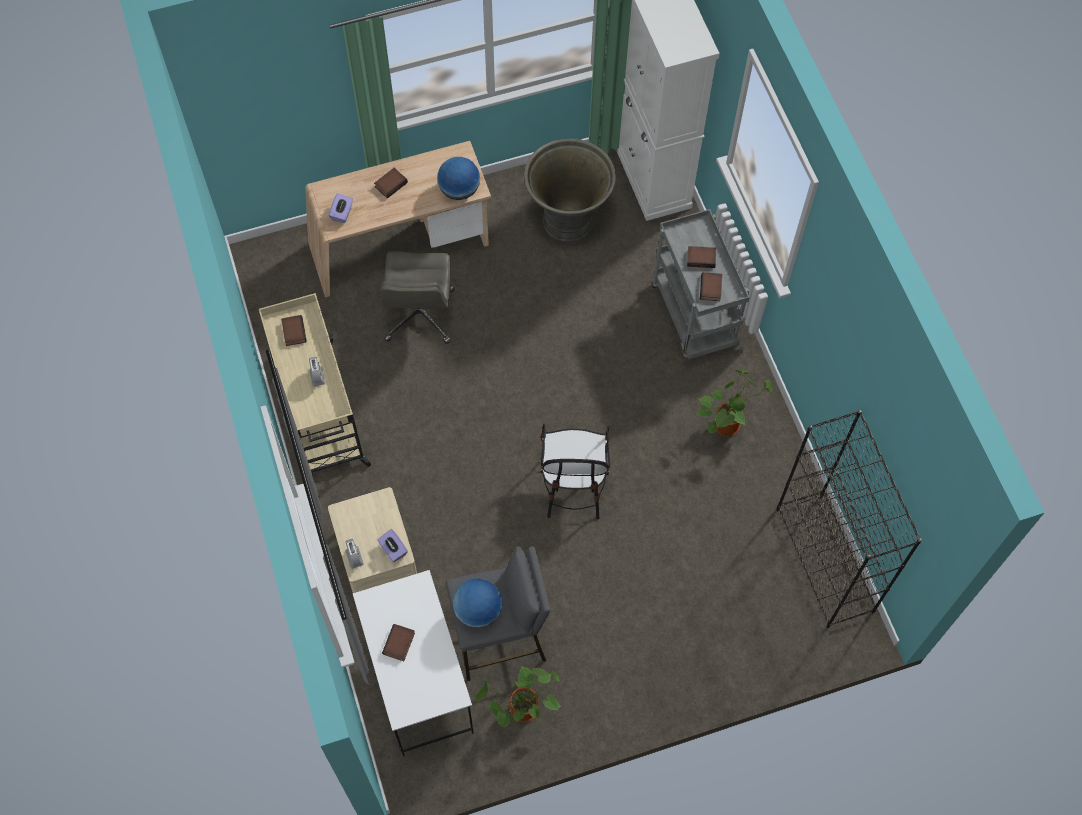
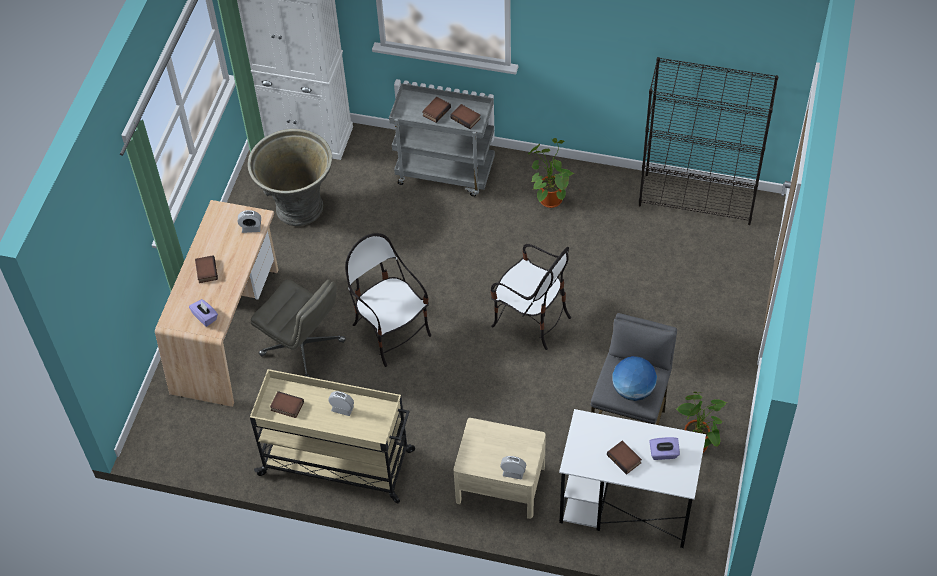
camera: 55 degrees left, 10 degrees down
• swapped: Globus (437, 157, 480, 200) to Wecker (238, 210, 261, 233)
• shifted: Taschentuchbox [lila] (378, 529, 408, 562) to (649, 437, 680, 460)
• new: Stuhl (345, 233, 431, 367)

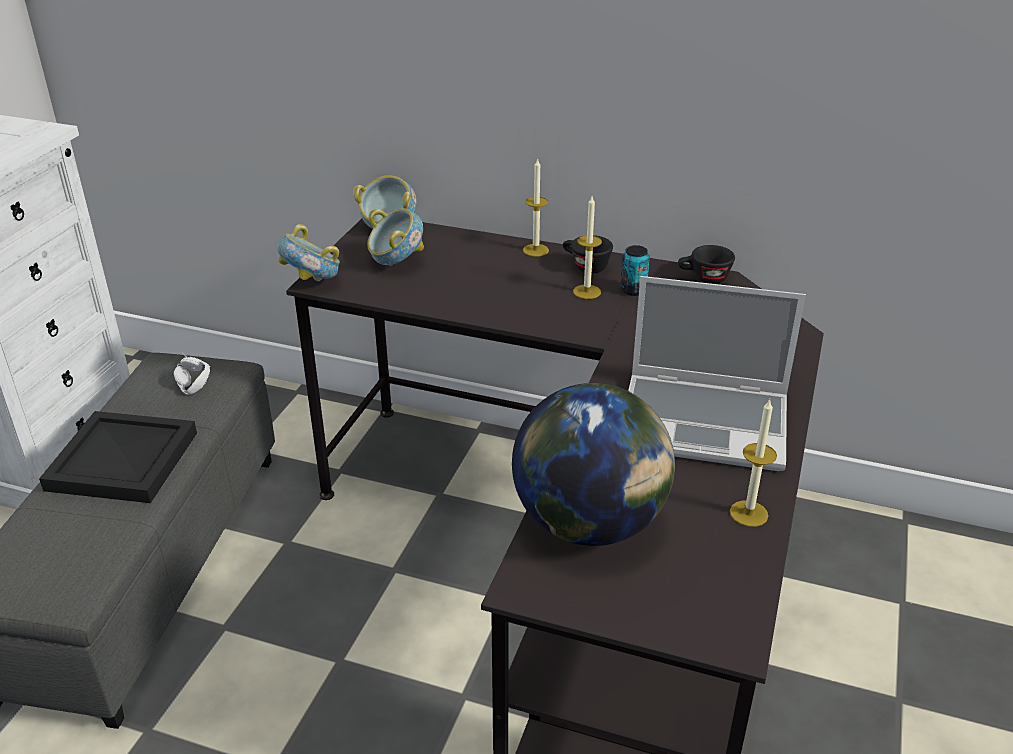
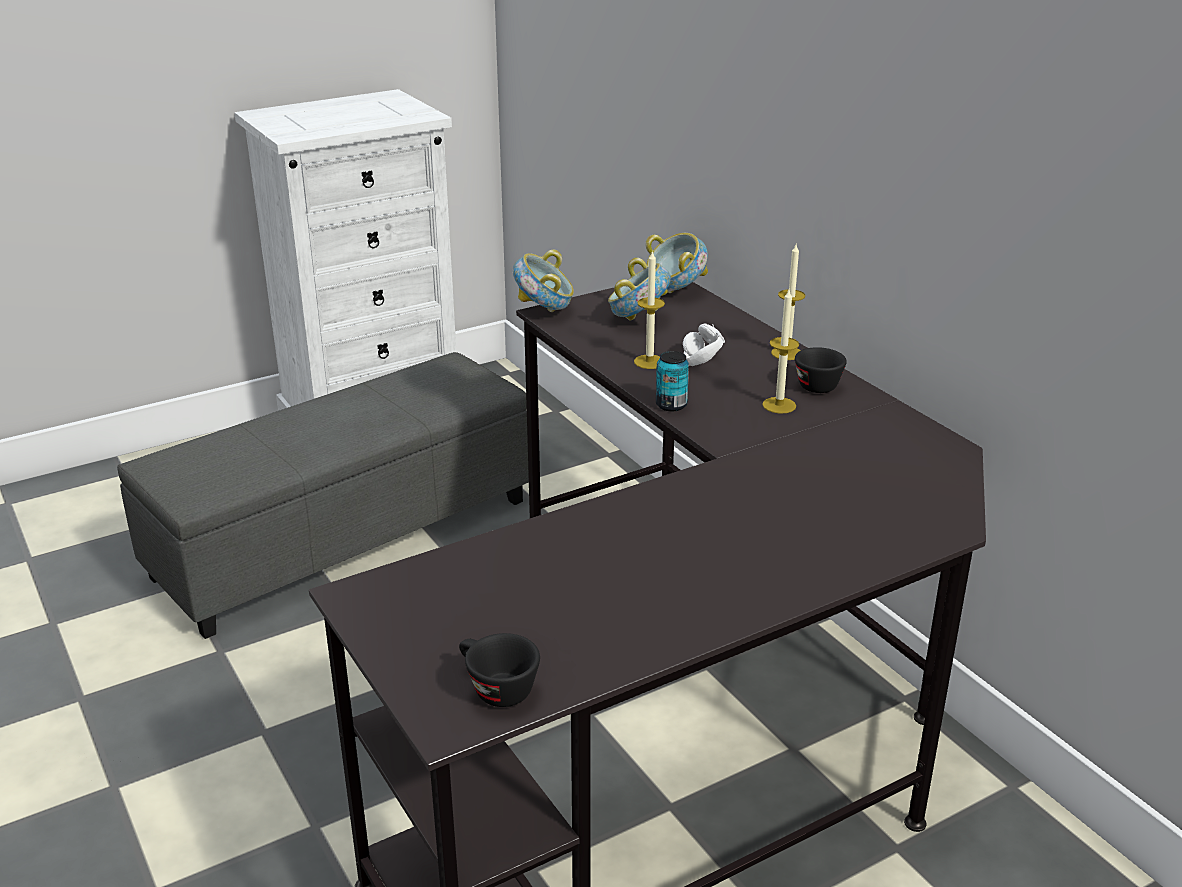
camera: 40 degrees right, 5 degrees down
• shifted: Dose (620, 245, 650, 296) to (656, 351, 689, 412)
• shifted: Tasse [schwarz] (678, 245, 735, 284) to (459, 633, 540, 707)
• gone: Laptop (628, 276, 806, 471)
• shifted: Kopfhörer [weiß] (174, 353, 210, 395) to (683, 323, 725, 366)
• gone: Globus (512, 383, 675, 546)
• shifted: Kerze (730, 399, 777, 527) to (634, 250, 665, 369)
• gone: Tablett [schwarz] (39, 411, 197, 503)

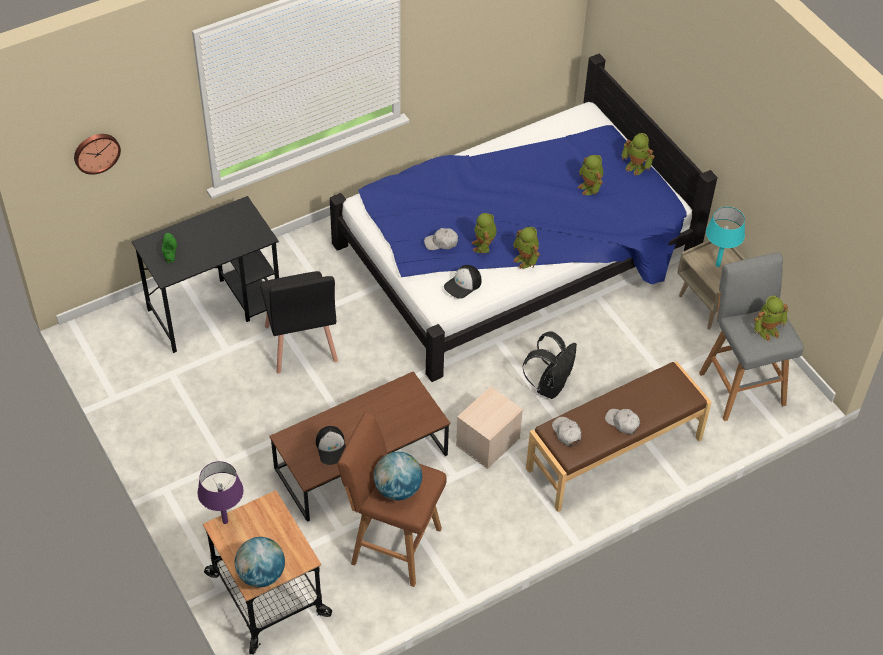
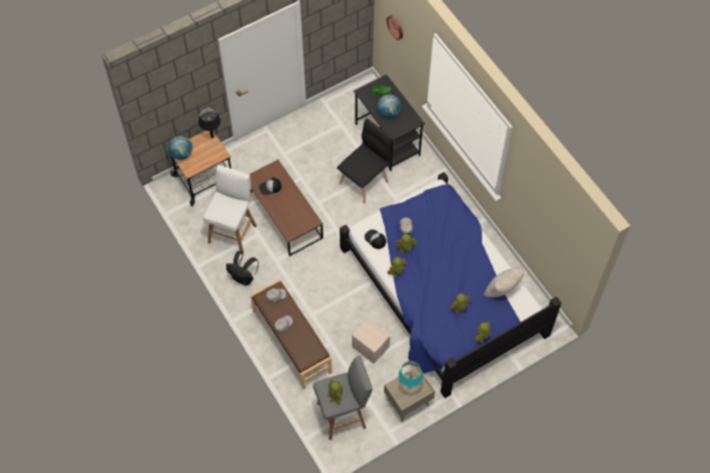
camera: 90 degrees right, 10 degrees up
• rotated: Stuhl [schwarz] (260, 271, 338, 374) = (337, 118, 393, 204) 150 degrees clockwise
• shifted: Rucksack [schwarz] (522, 331, 577, 399) to (226, 251, 259, 286)
• shifted: Aufbewahrungsbox [beige] (456, 386, 523, 469) to (352, 318, 390, 364)
• repainted: Hocker [braun] (338, 412, 446, 587) to Hocker [weiß] (203, 165, 257, 254)
• shifted: Globus (374, 452, 422, 500) to (377, 94, 401, 118)
• repainted: Tischlampe [lila] (197, 461, 244, 524) to Tischlampe [schwarz] (198, 107, 221, 138)
• new: Kissen [beige] (484, 267, 525, 297)

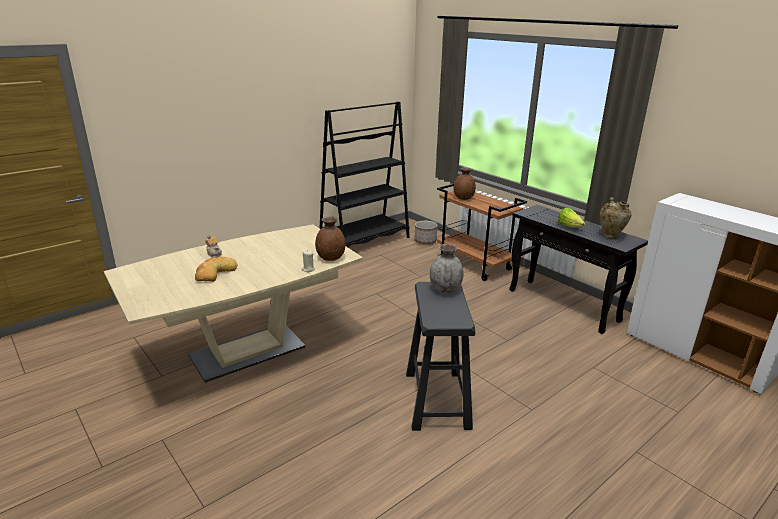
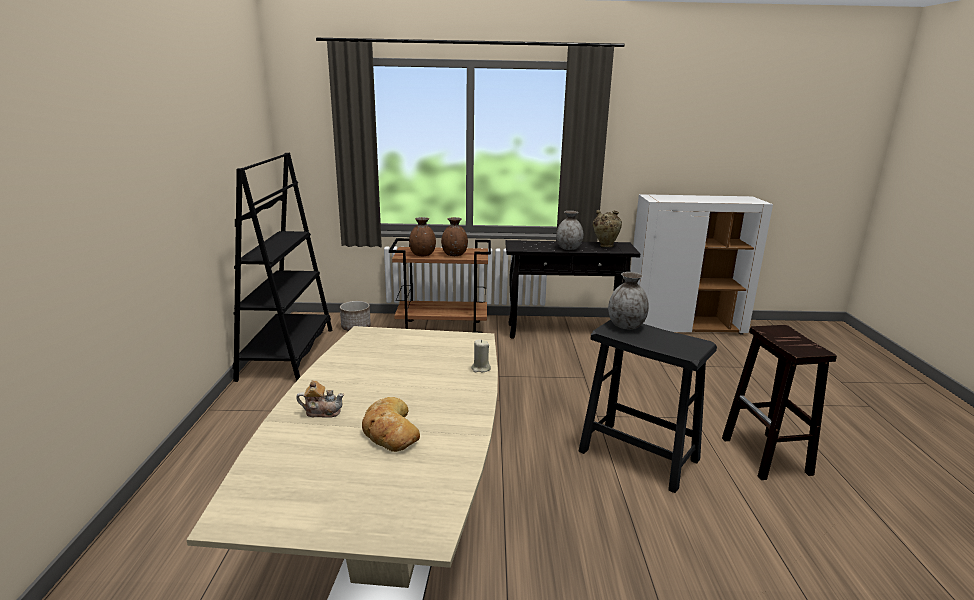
camera: 50 degrees left, 5 degrees down
• swapped: Salatkopf (558, 208, 586, 227) to Vase [grau] (556, 211, 583, 250)
• shifted: Vase [braun] (315, 217, 346, 261) to (441, 217, 468, 256)
• new: Hocker [braun] (722, 325, 837, 480)

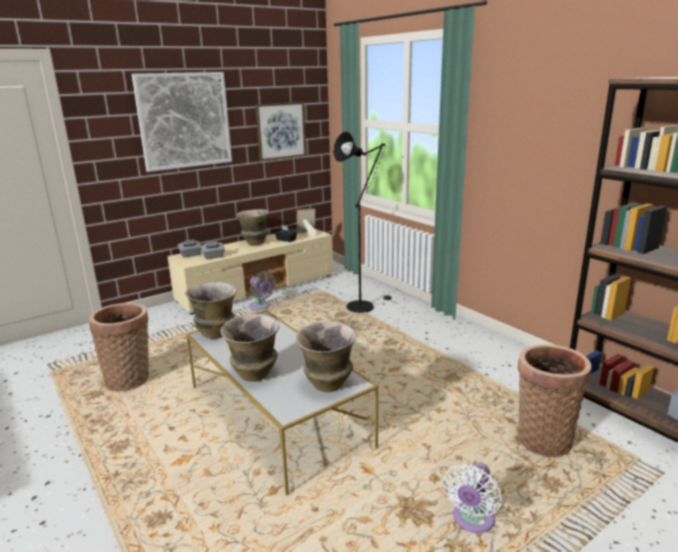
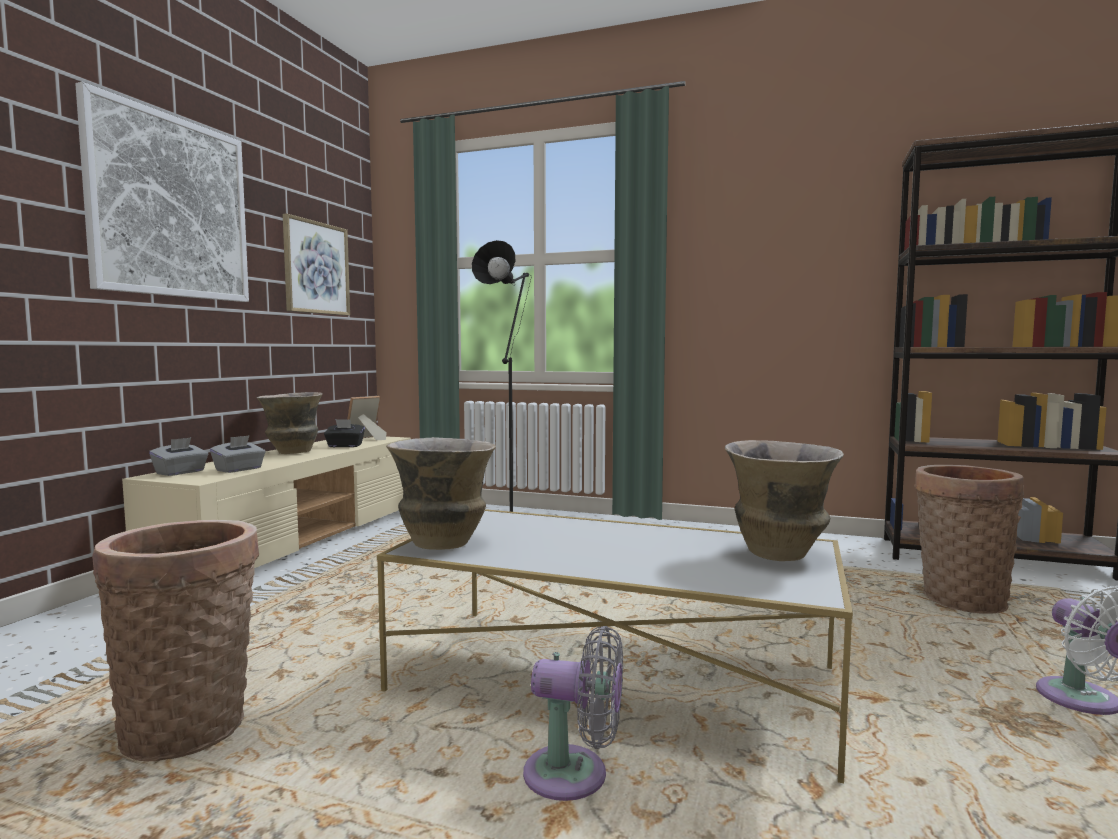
camera: 35 degrees left, 15 degrees down
• shifted: Ventilator [grau] (249, 271, 276, 311) to (523, 626, 623, 801)
• gone: Vase (220, 314, 279, 382)

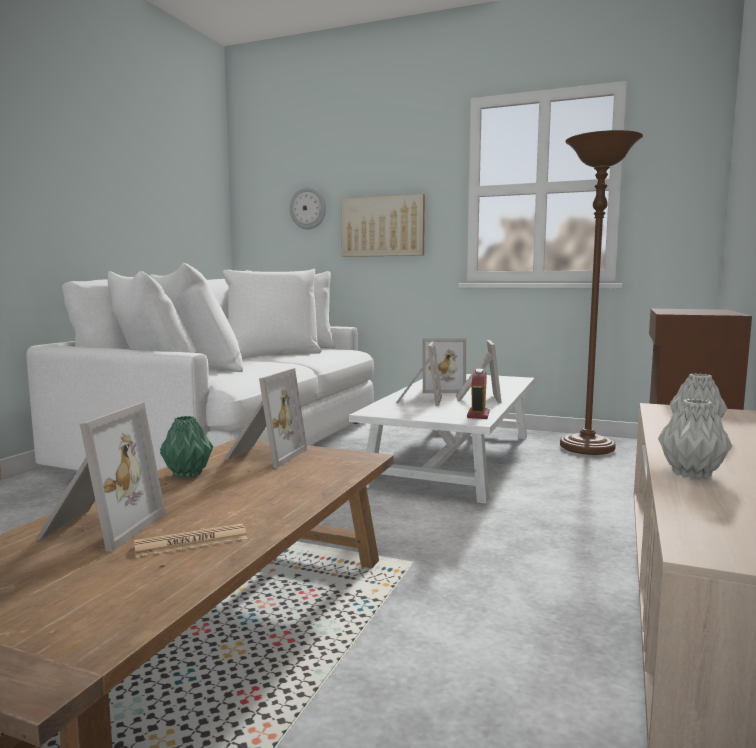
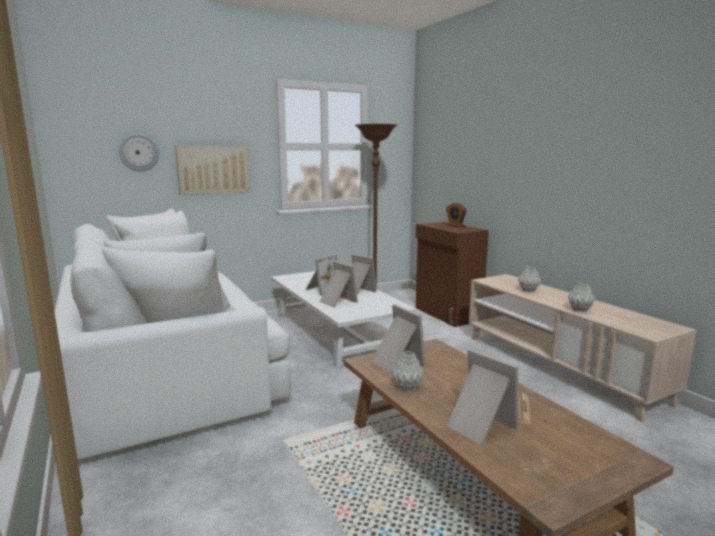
camera: 50 degrees left, 5 degrees up
• shifted: Wecker (467, 369, 490, 419) to (446, 203, 467, 227)
• repainted: Vase [grün] (160, 416, 213, 478) to Vase [grau] (391, 351, 424, 391)

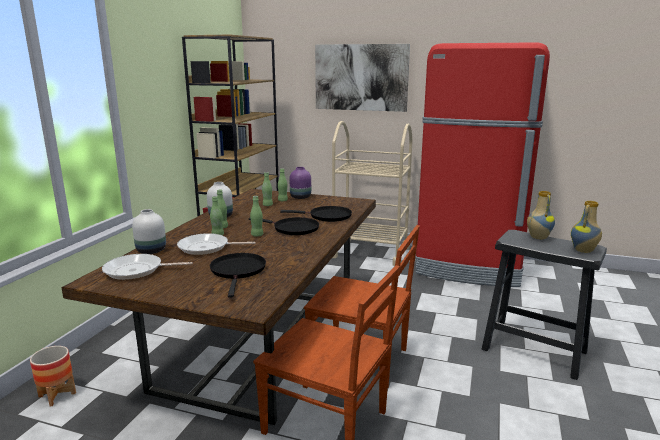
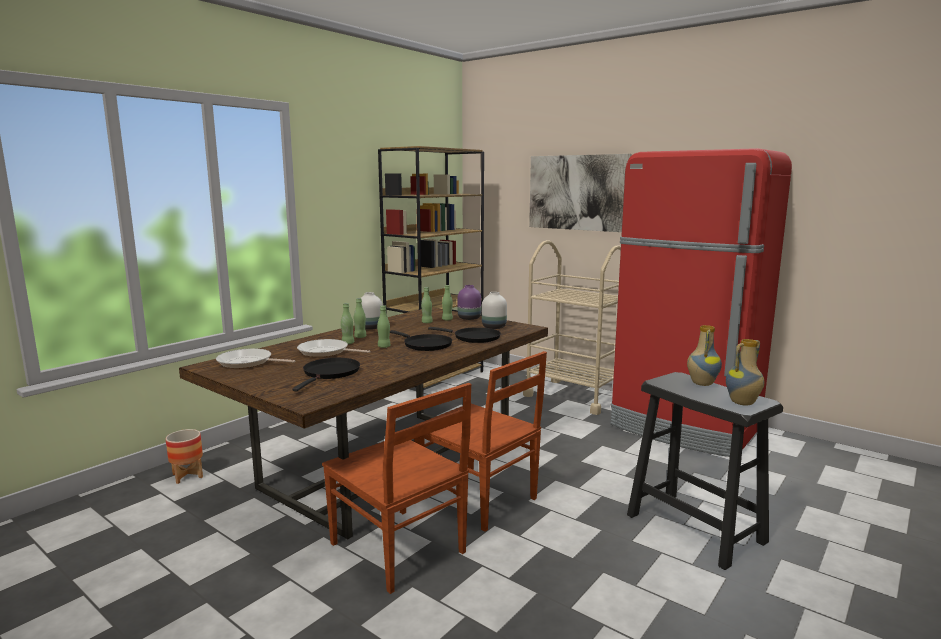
camera: 20 degrees right, 5 degrees down
• shifted: Vase [weiß] (132, 209, 166, 254) to (482, 292, 507, 329)

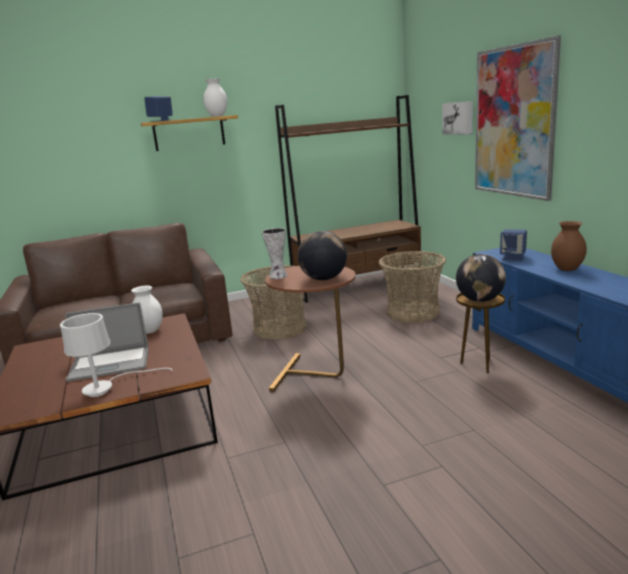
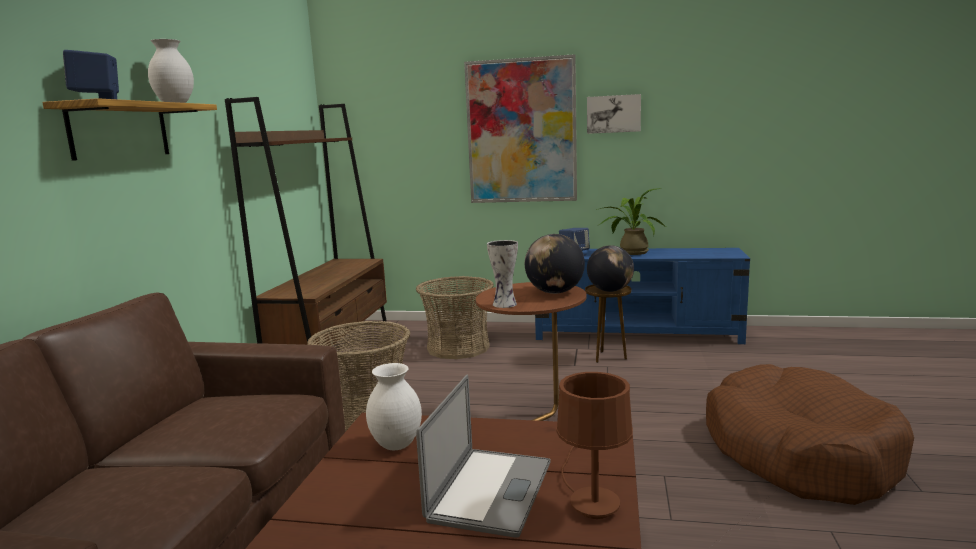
camera: 60 degrees left, 5 degrees down
• shifted: Bild (442, 101, 473, 135) to (587, 94, 641, 134)
• swapped: Vase [braun] (551, 221, 587, 271) to Topfpflanze (596, 188, 666, 255)
• repainted: Tischlampe [weiß] (60, 313, 172, 397) to Tischlampe [braun] (556, 372, 633, 519)
• new: Hundebett [braun] (706, 364, 914, 505)

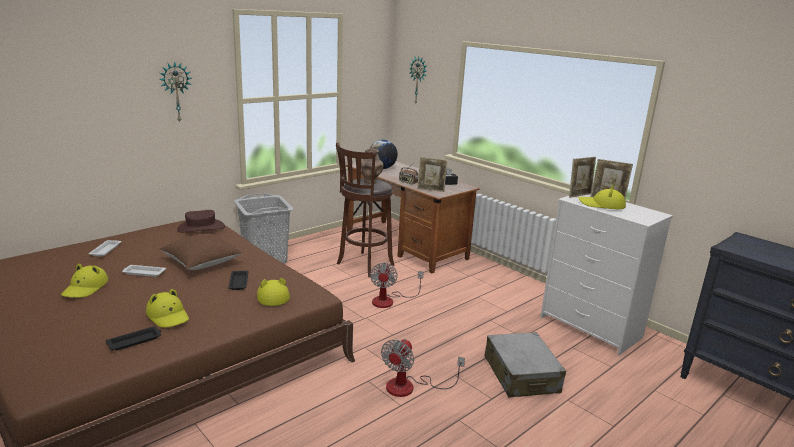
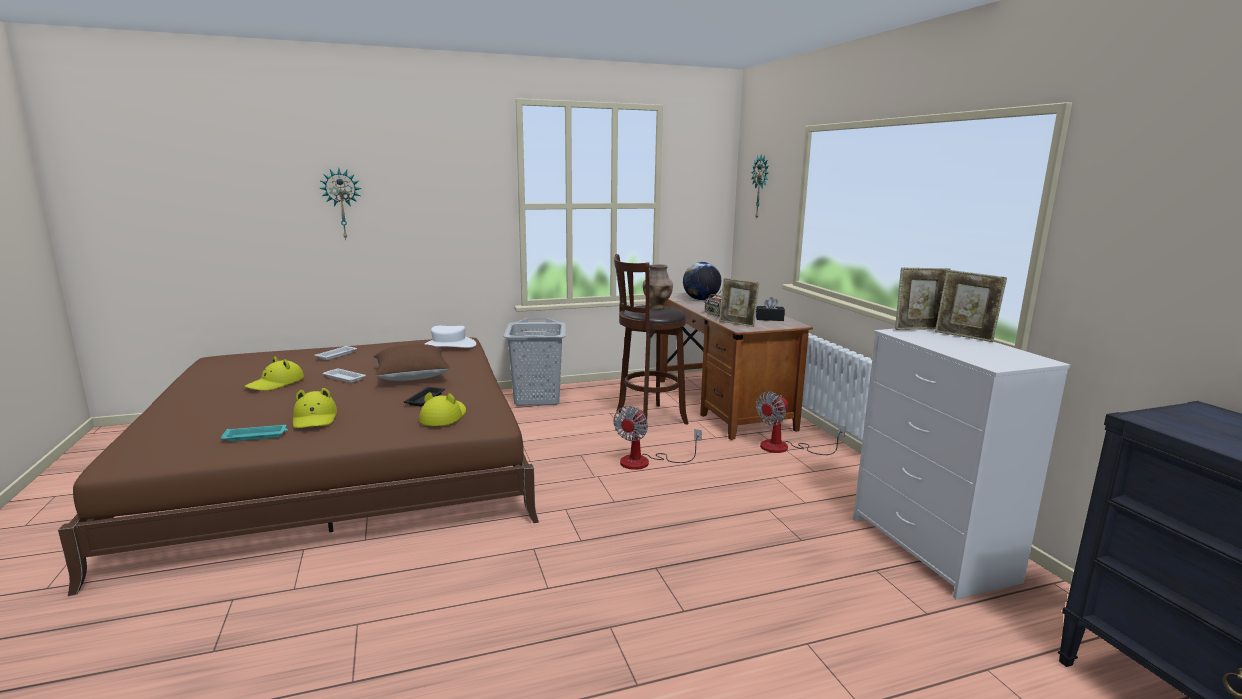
camera: 25 degrees right, 5 degrees down
• shifted: Wanduhr (159, 61, 192, 123) to (319, 168, 362, 241)
• gone: Hut [gelb] (579, 185, 626, 209)
• repainted: Hut [braun] (177, 210, 225, 233) to Hut [weiß] (425, 326, 476, 348)
• repainted: Tablett [schwarz] (106, 326, 161, 351) to Tablett [türkis] (221, 425, 288, 442)
• gone: Koffer [grau] (484, 332, 566, 398)
• shifted: Ventilator (381, 338, 465, 397) to (756, 392, 845, 455)

